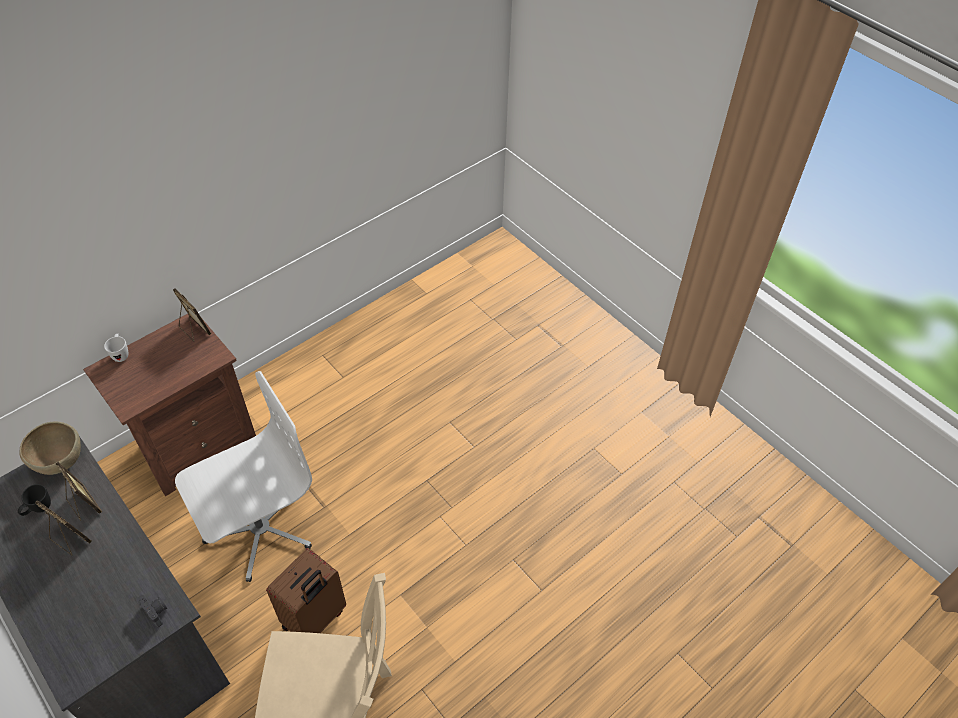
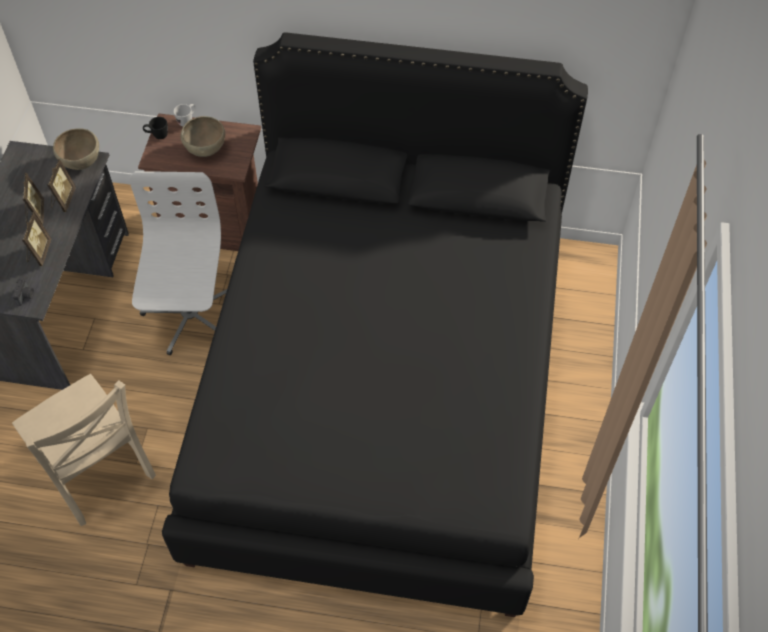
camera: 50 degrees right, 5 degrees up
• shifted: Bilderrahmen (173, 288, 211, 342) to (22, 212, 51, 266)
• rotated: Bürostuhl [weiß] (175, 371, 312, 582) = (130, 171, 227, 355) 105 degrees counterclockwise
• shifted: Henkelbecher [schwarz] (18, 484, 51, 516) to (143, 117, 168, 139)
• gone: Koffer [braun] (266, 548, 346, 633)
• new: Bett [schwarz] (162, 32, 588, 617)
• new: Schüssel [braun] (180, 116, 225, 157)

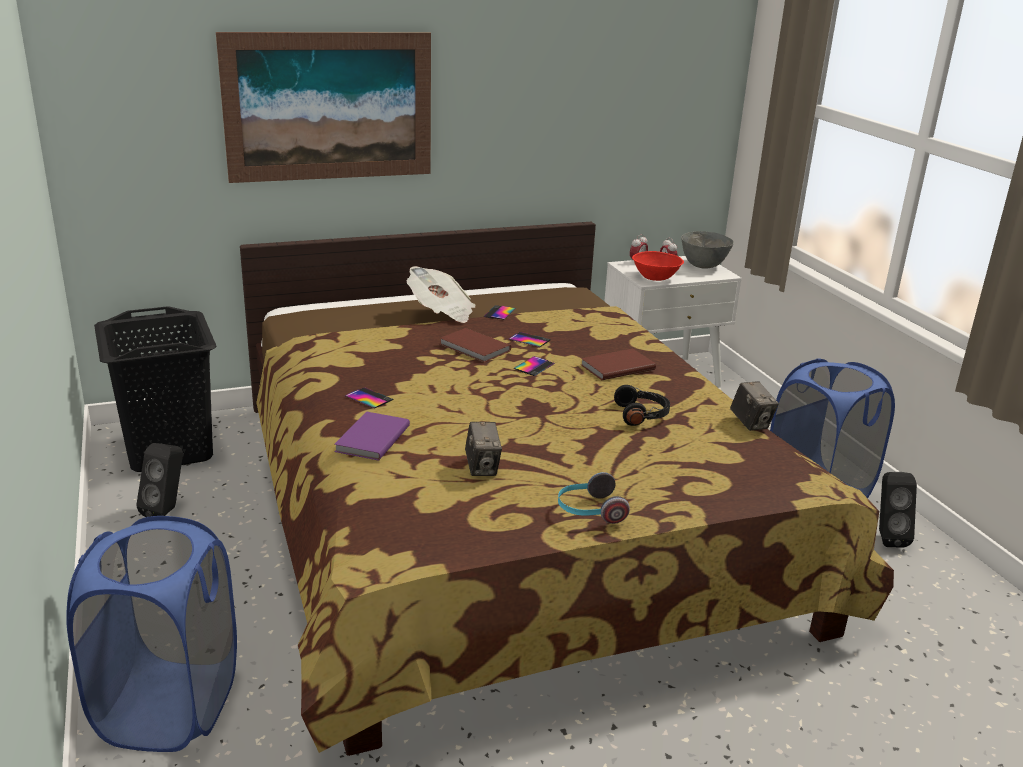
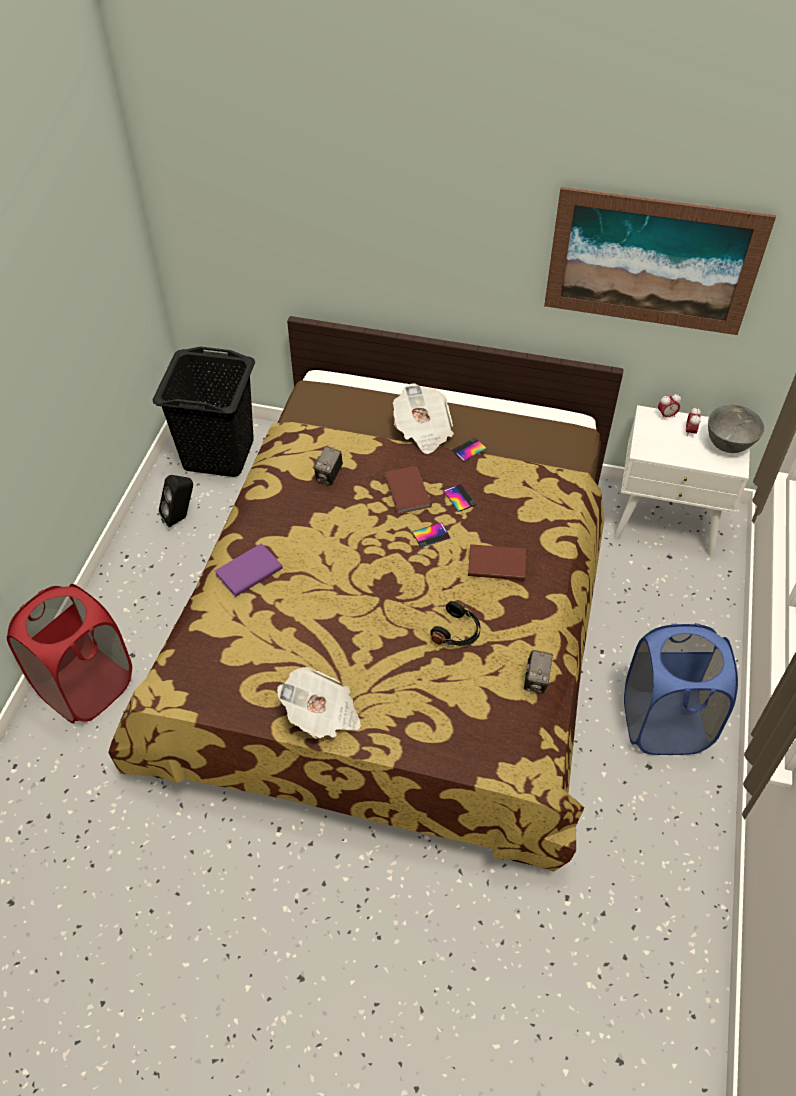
camera: 35 degrees right, 25 degrees up
• shifted: Bild (216, 32, 431, 183) to (544, 187, 776, 335)
• gone: Schüssel [rot] (632, 251, 684, 281)
• gone: Handy (345, 387, 394, 408)
• shifted: Kamera (465, 422, 502, 476) to (314, 446, 343, 485)
• swapped: Kopfhörer (558, 472, 630, 524) to Zeitung (277, 667, 361, 739)
• gone: Lautsprecher [schwarz] (879, 472, 917, 548)
• repainted: Wäschekorb [blau] (66, 516, 237, 752) to Wäschekorb [rot] (7, 584, 132, 724)

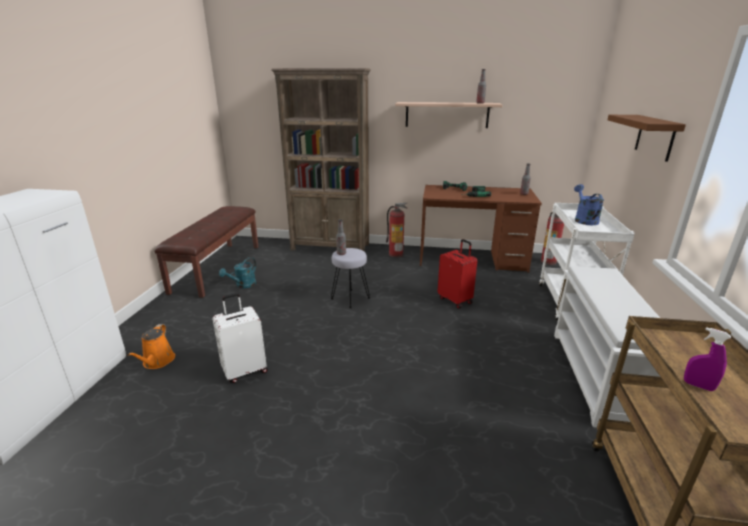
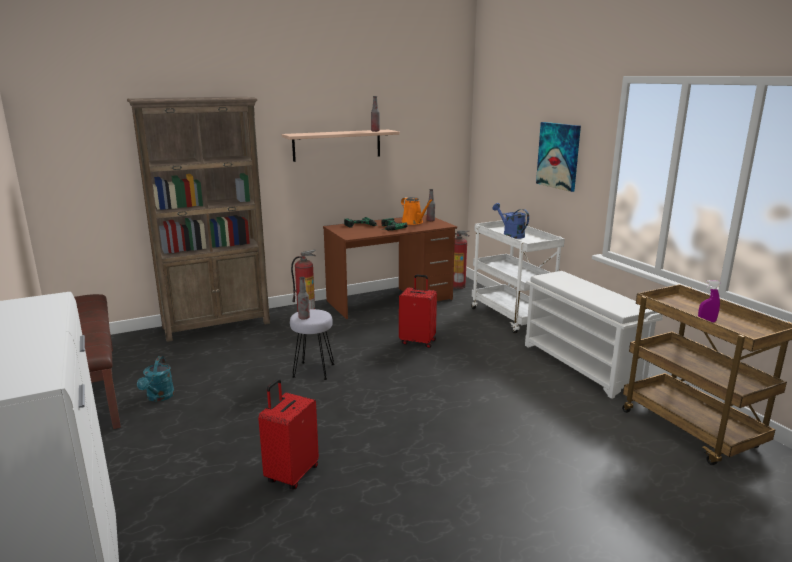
camera: 35 degrees left, 5 degrees down
• swapped: Wandregal [braun] (607, 115, 686, 162) to Bild (536, 122, 581, 192)
• repainted: Koffer [weiß] (212, 293, 267, 383) to Koffer [rot] (258, 379, 319, 489)
• shifted: Gießkanne [orange] (127, 324, 175, 369) to (401, 197, 433, 225)

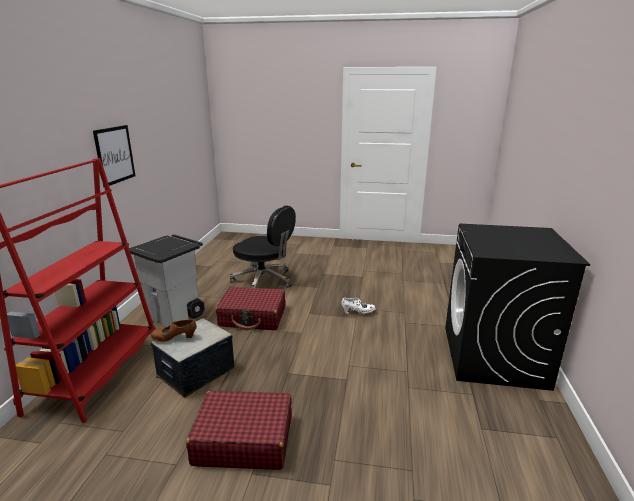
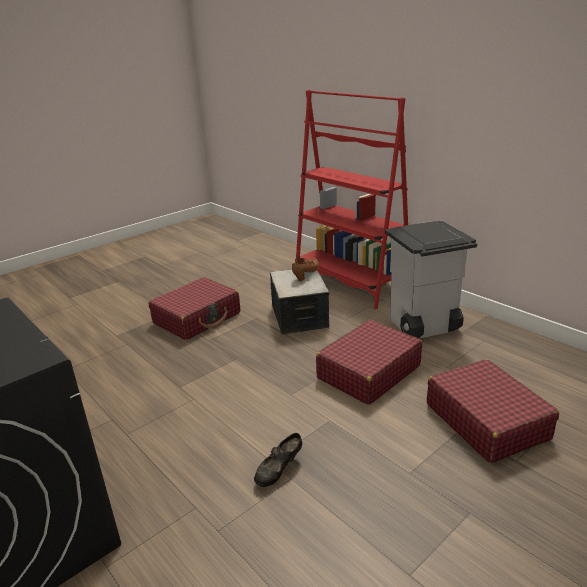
camera: 130 degrees right, 5 degrees up
• gone: Bild (93, 125, 135, 187)
• swapped: Bürostuhl [schwarz] (230, 206, 296, 288) to Koffer [rot] (427, 359, 559, 463)
• repainted: Schuh [weiß] (341, 297, 376, 314) to Schuh [schwarz] (254, 433, 302, 487)

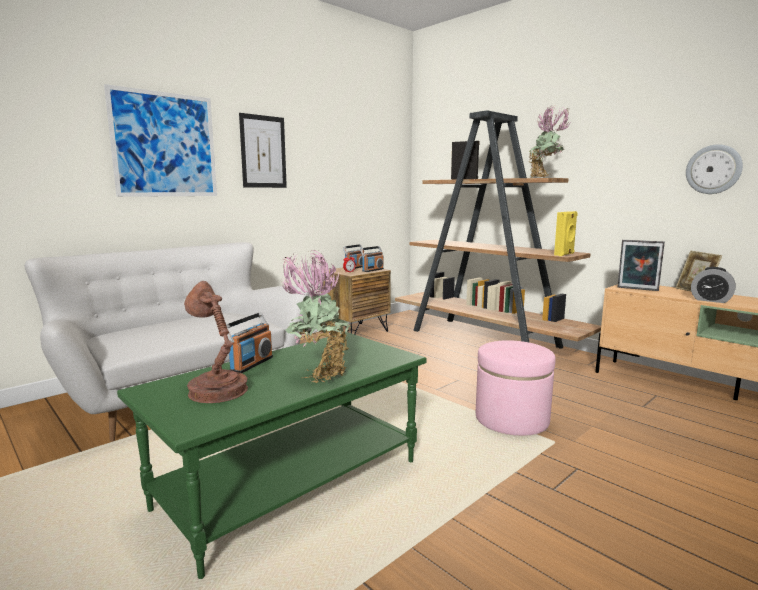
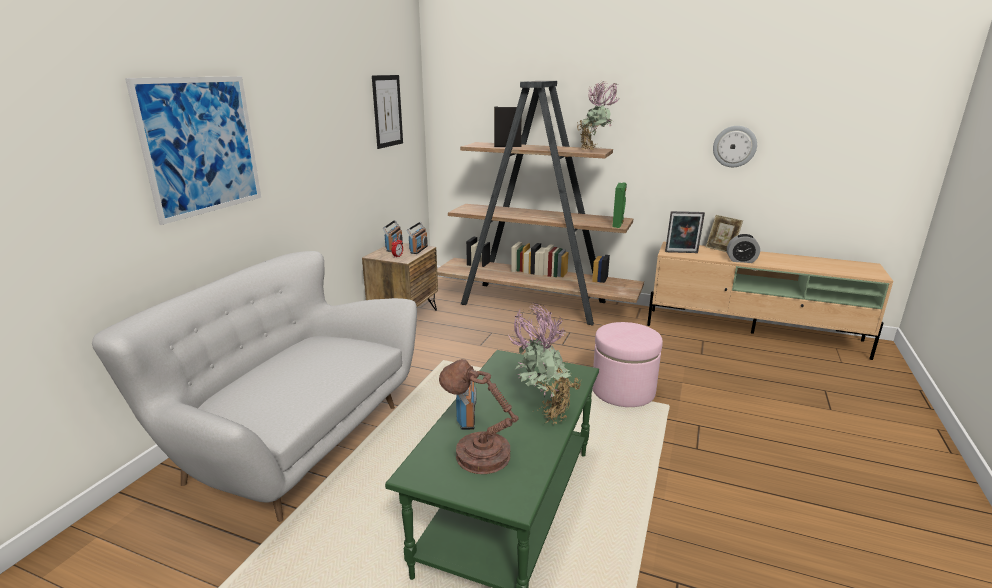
camera: 25 degrees left, 10 degrees up
• shifted: Bild (239, 113, 287, 188) to (372, 75, 403, 149)
• repainted: Lautsprecher [gelb] (554, 211, 578, 256) to Lautsprecher [grün] (612, 183, 627, 228)

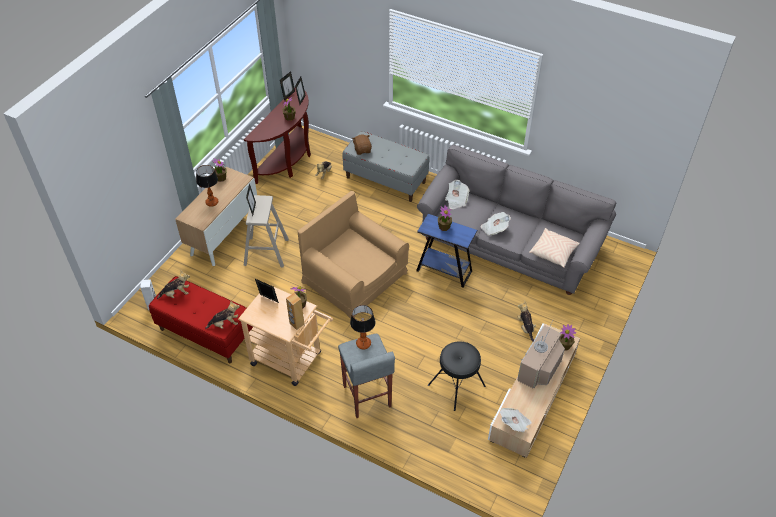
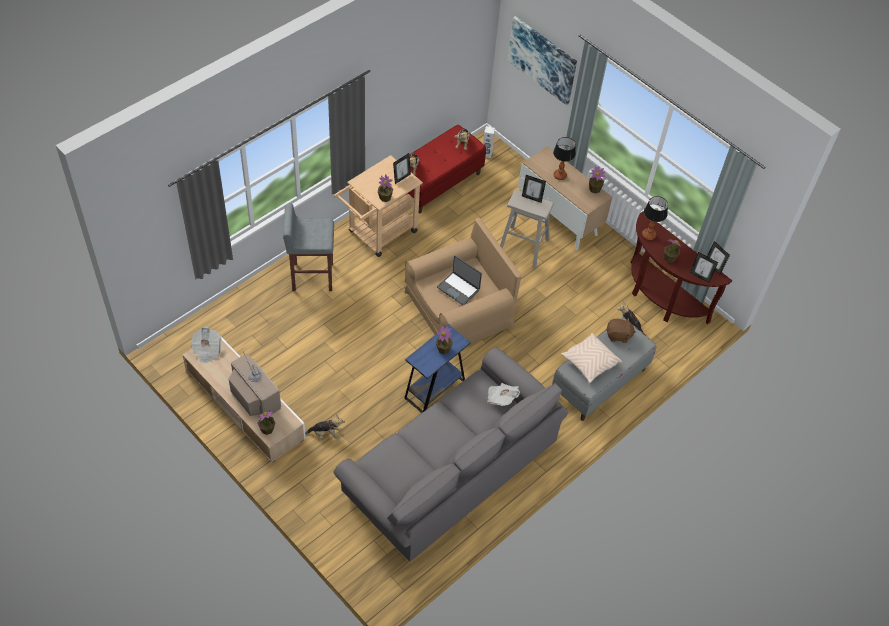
camera: 105 degrees right, 5 degrees up
• gone: Zeitung (481, 212, 511, 236)
• shifted: Kissen [beige] (529, 228, 580, 267) to (561, 333, 622, 383)
• gone: Lautsprecher [braun] (286, 293, 304, 330)
• shifted: Tischlampe (350, 305, 376, 350) to (642, 196, 668, 240)
• gone: Hocker [schwarz] (428, 341, 486, 411)
• new: Bild (508, 16, 577, 105)
• new: Laptop (437, 255, 482, 305)

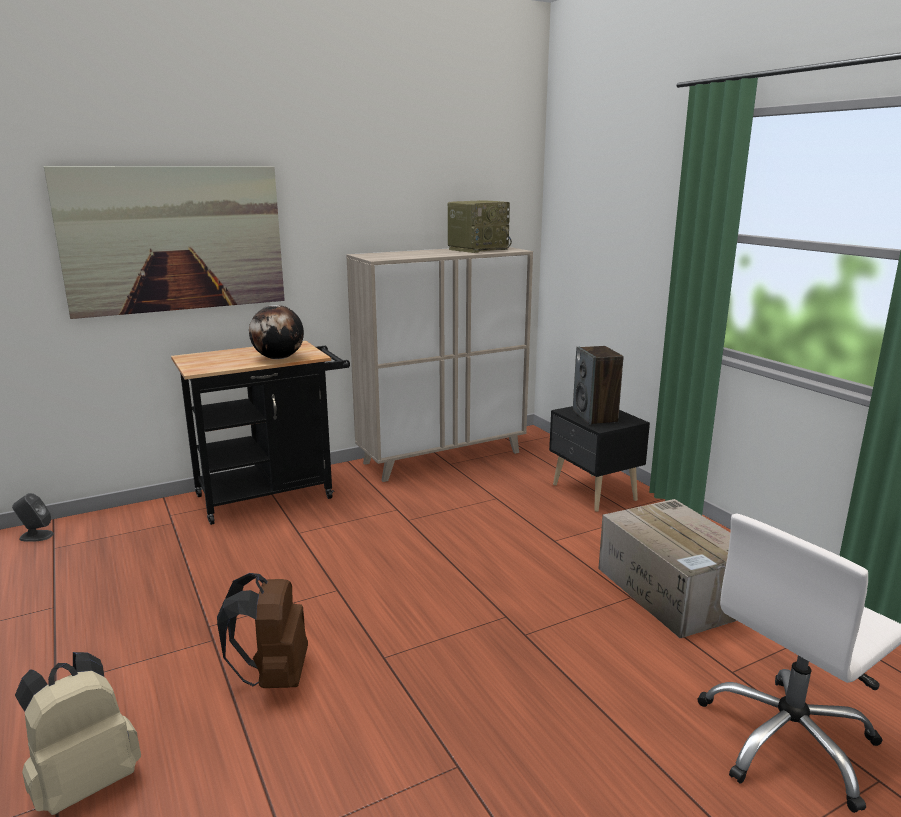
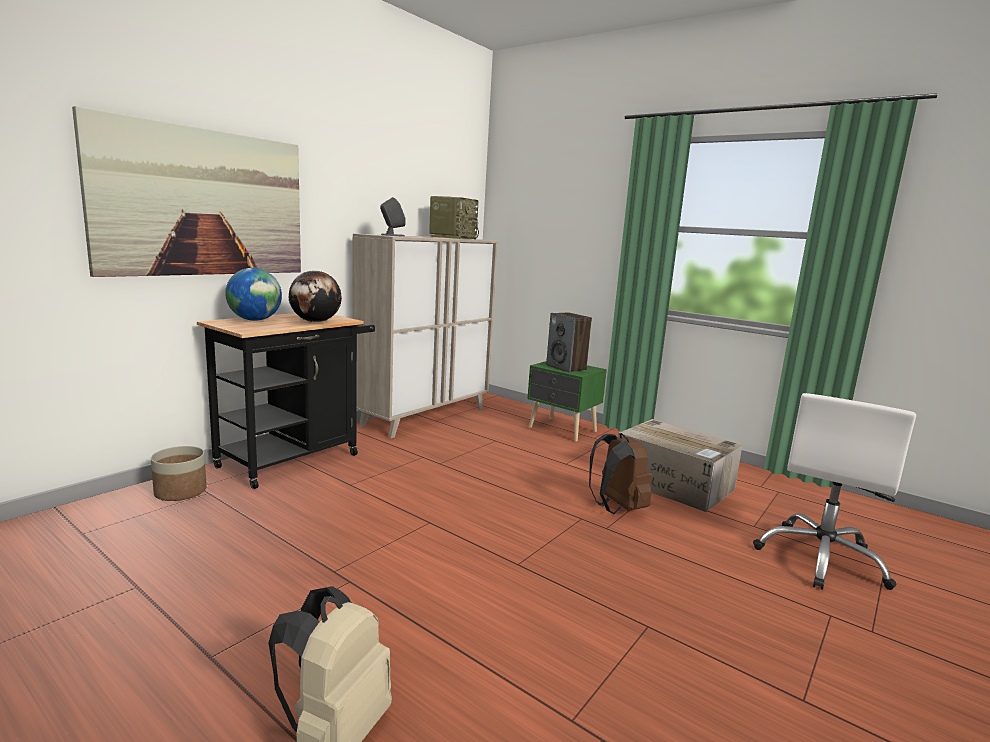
camera: 25 degrees left, 5 degrees down
• repainted: Nachttisch [schwarz] (549, 406, 650, 512) to Nachttisch [grün] (527, 361, 607, 442)
• shifted: Lautsprecher [grau] (12, 493, 54, 542) to (380, 197, 406, 237)
• shifted: Rucksack [braun] (217, 573, 308, 688) to (589, 433, 652, 514)
• new: Globus (225, 268, 282, 321)
• new: Pflanzkübel (151, 446, 207, 501)

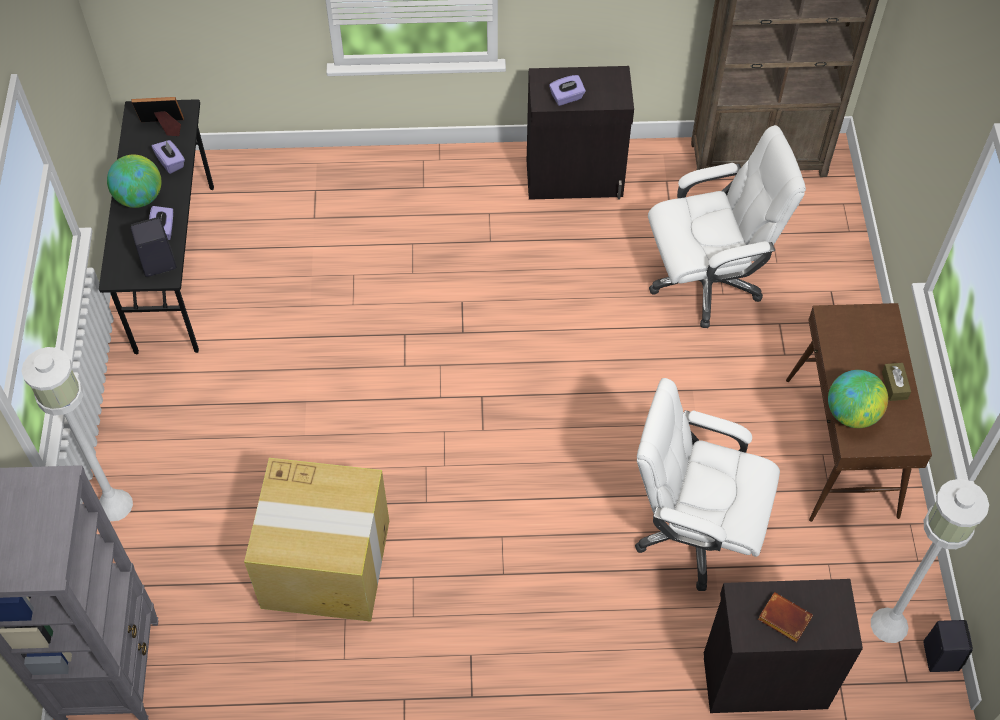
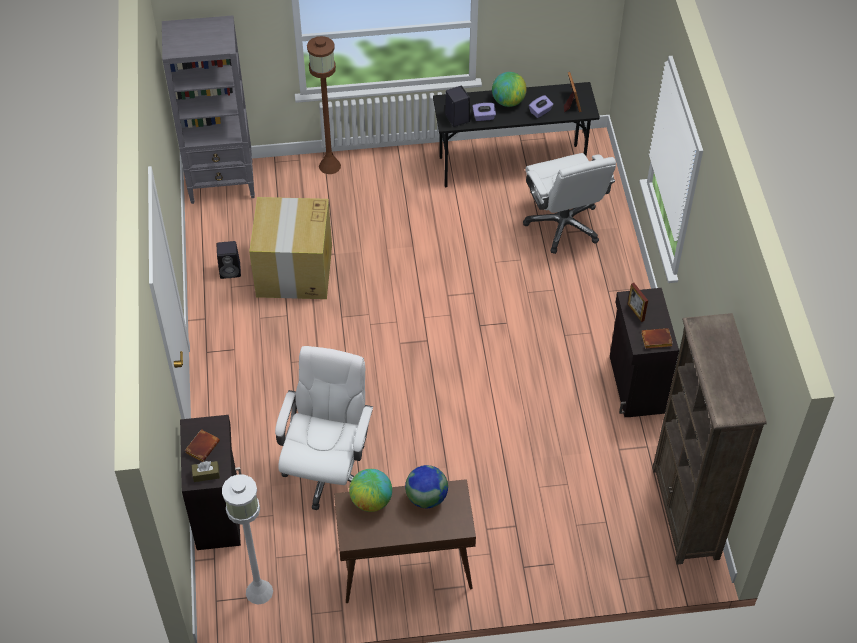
camera: 85 degrees right, 5 degrees down
• swapped: Taschentuchbox [lila] (549, 75, 586, 106) to Bilderrahmen (628, 283, 648, 322)
• shifted: Bürostuhl [weiß] (648, 125, 806, 328) to (523, 153, 616, 254)
• repainted: Stehlampe [weiß] (21, 347, 133, 521) to Stehlampe [braun] (307, 36, 341, 174)
• shifted: Taschentuchbox [braun] (882, 363, 911, 401) to (192, 461, 220, 482)
• shifted: Lautsprecher [schwarz] (923, 620, 973, 672) to (217, 241, 241, 279)
• new: Buch [braun] (641, 328, 673, 349)
• new: Globus (405, 465, 448, 508)

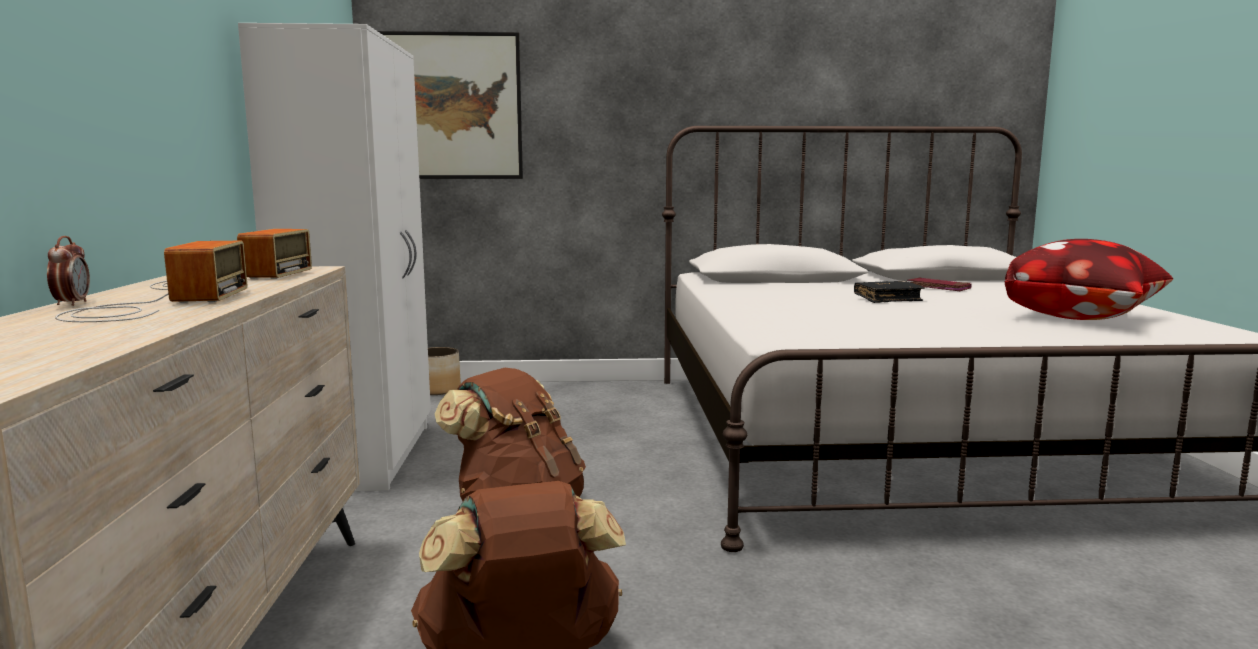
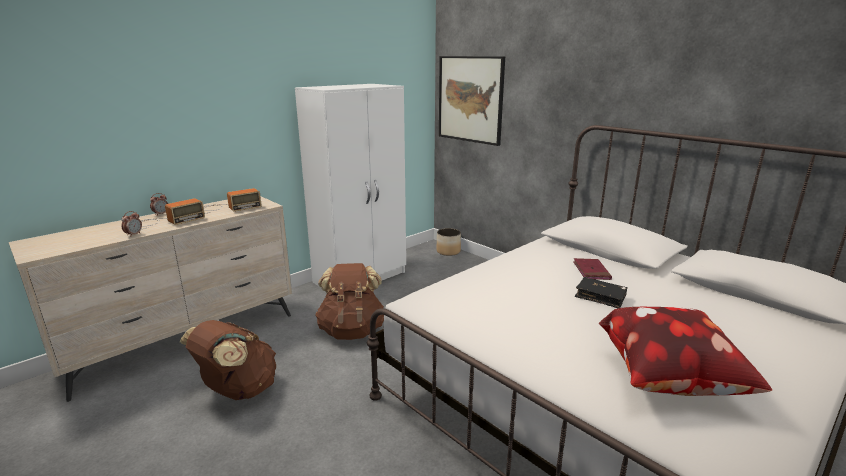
camera: 50 degrees right, 10 degrees up
• shifted: Buch [rot] (908, 278, 972, 291) to (573, 258, 612, 280)
• new: Wecker (122, 211, 142, 237)

